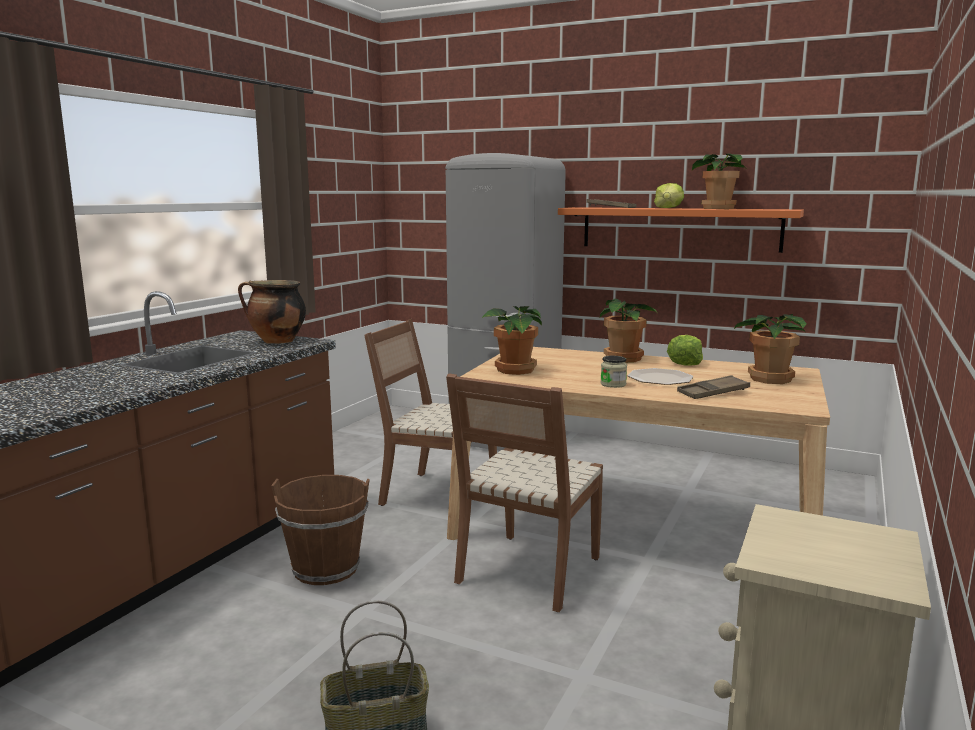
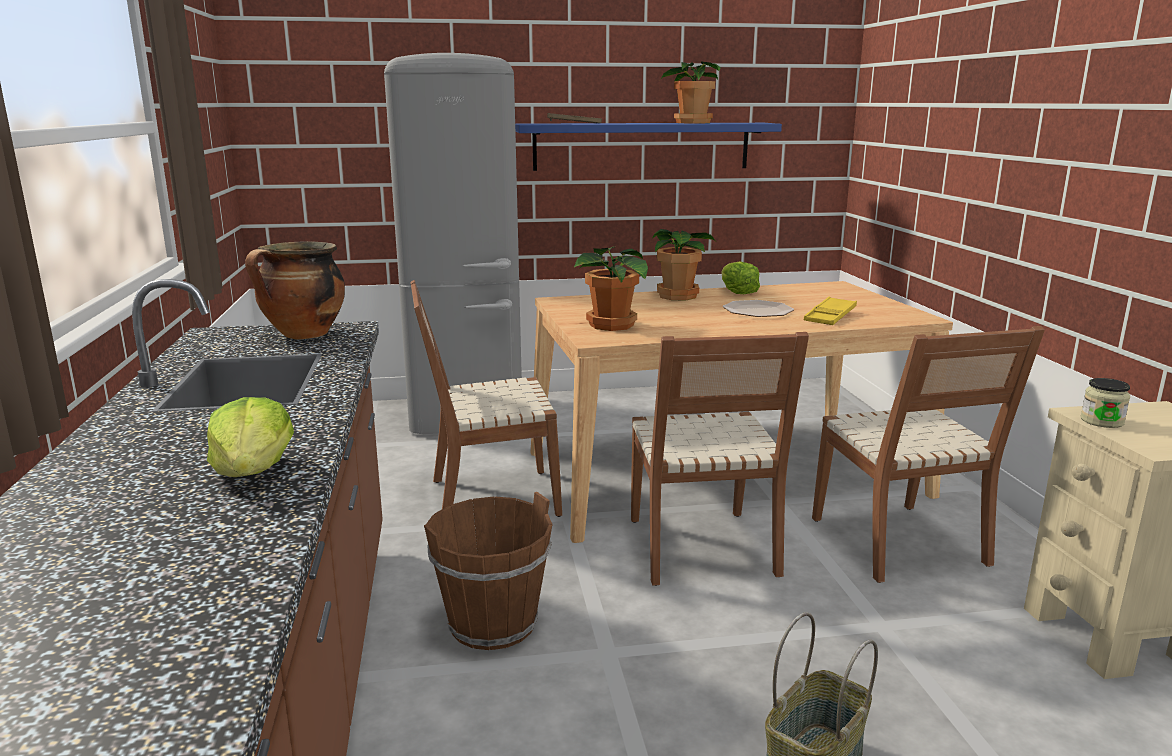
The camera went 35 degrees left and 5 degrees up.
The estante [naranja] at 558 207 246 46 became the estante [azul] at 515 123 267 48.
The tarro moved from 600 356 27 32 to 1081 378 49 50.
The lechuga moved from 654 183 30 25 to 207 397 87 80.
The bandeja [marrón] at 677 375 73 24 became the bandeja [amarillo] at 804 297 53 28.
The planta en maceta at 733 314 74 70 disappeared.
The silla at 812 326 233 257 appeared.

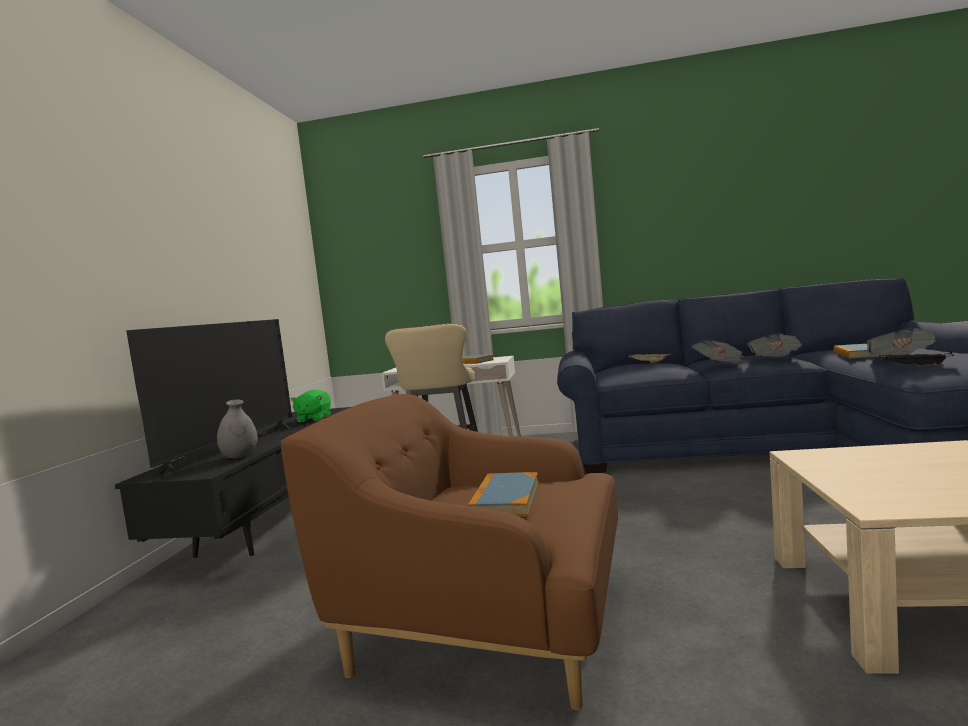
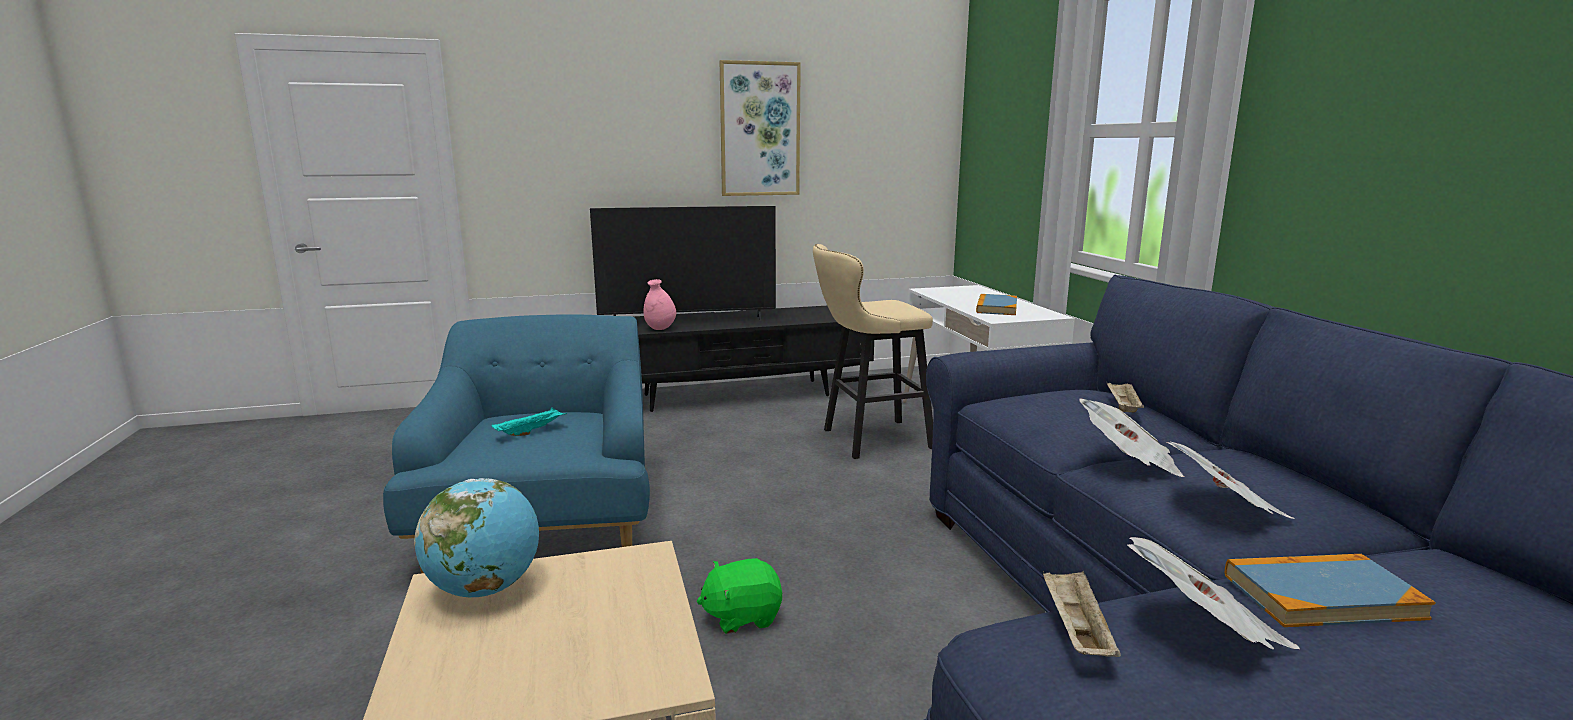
The camera went 65 degrees right and 10 degrees up.
The florero [gris] at 217 400 41 59 became the florero [rosa] at 643 279 33 51.
The sillón [marrón] at 281 394 337 316 became the sillón [azul] at 383 314 267 259.
The peluche [verde] moved from 290 390 41 32 to 697 558 85 76.
The libro at 468 472 71 44 was replaced by the bandeja [turquesa] at 491 407 76 29.
The bandeja [negro] at 879 352 75 15 became the bandeja [beis] at 1043 570 78 87.
The globo terráqueo at 414 478 125 119 appeared.
The cuadro at 720 60 81 136 appeared.

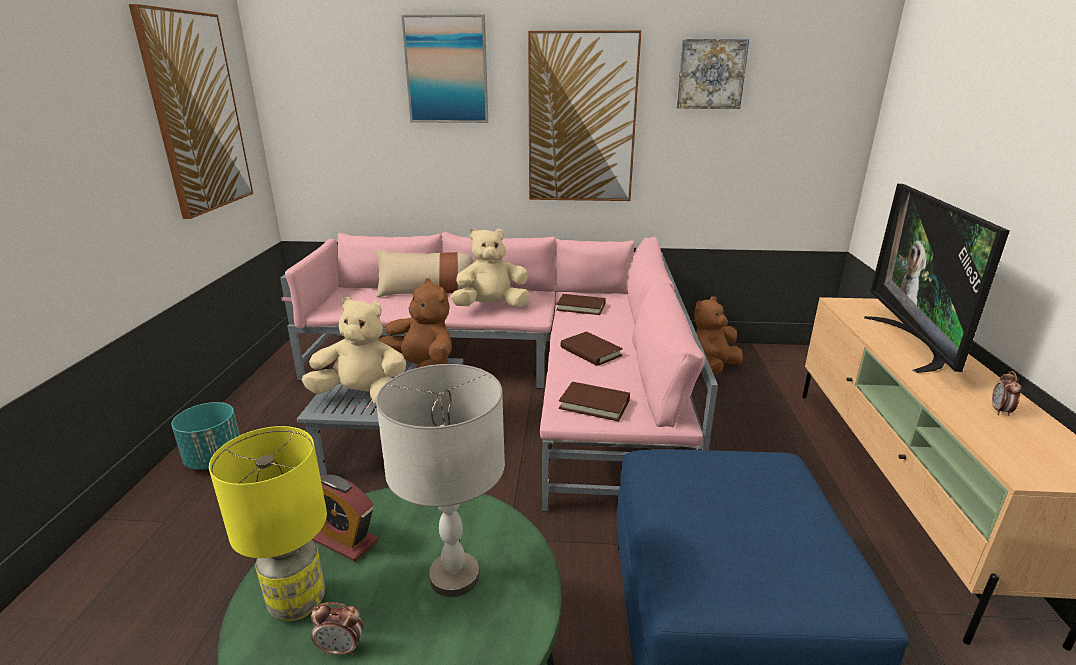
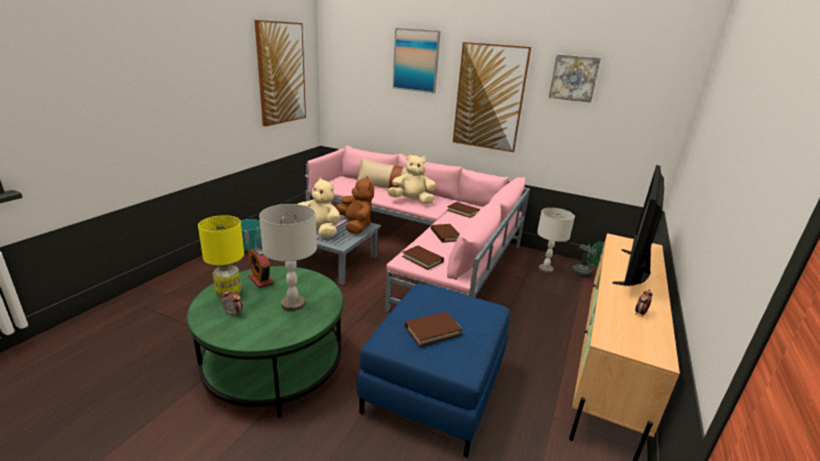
The camera went 20 degrees right and 0 degrees up.
The peluche [marrón] at 694 296 49 79 was replaced by the lámpara de mesa [gris] at 537 208 38 65.
The libro [marrón] at 405 312 58 35 appeared.
The ventilador [verde] at 572 242 32 35 appeared.

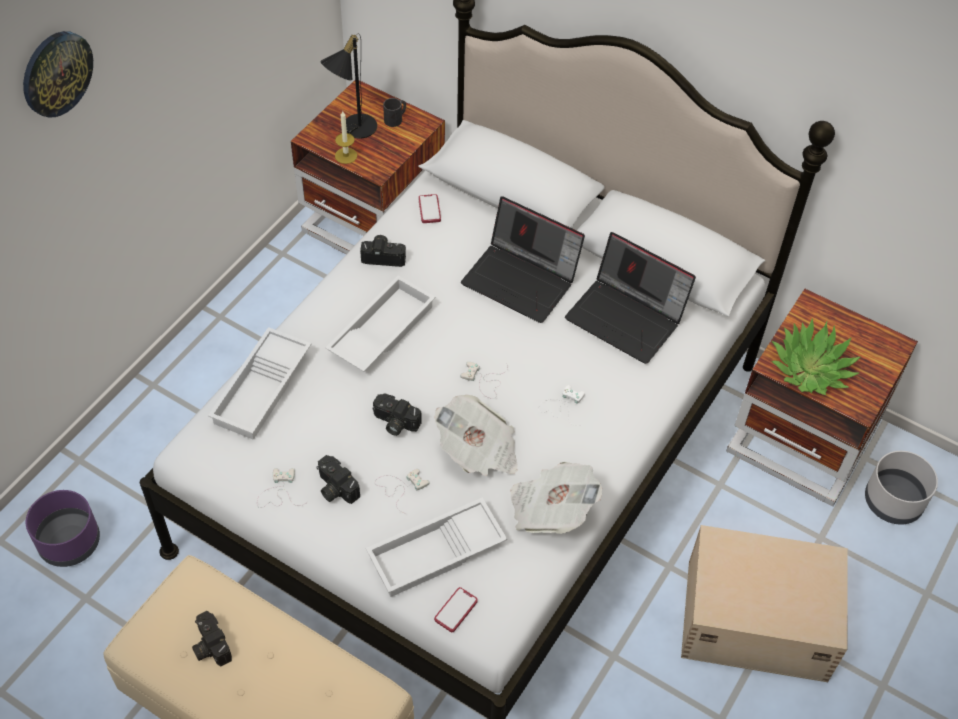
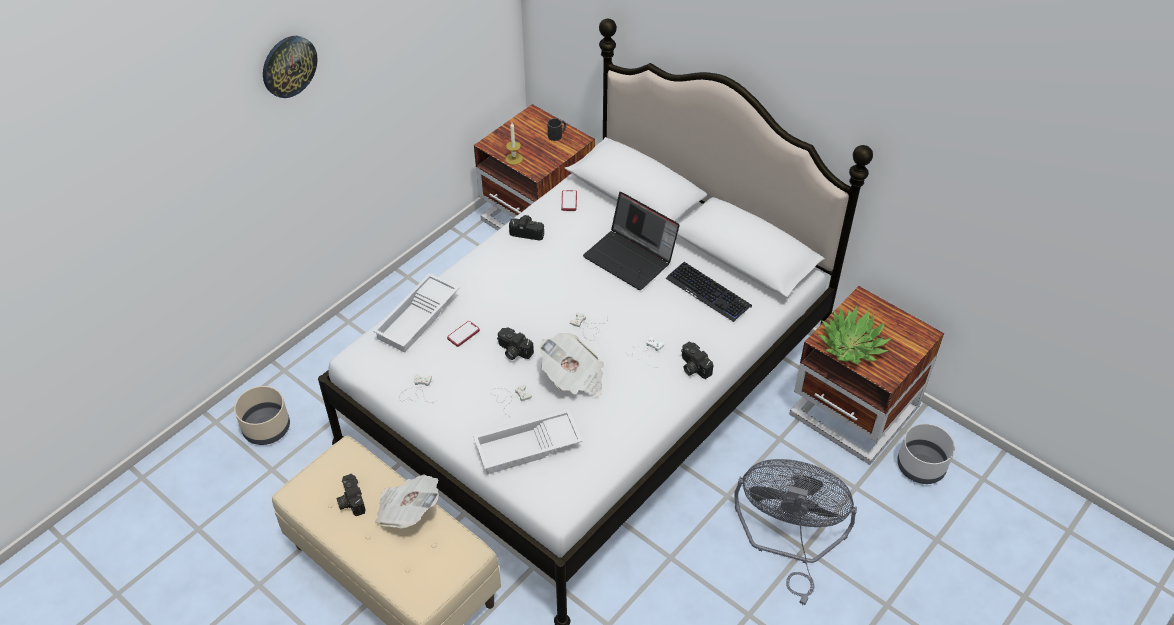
The camera went 10 degrees right and 5 degrees down.
The maceta [morado] at 26 490 74 77 became the maceta [beis] at 234 386 56 59.
The cámara moved from 316 455 44 49 to 681 342 32 37.
The lámpara de mesa [negro] at 321 33 56 106 disappeared.
The bandeja [blanco] at 326 276 110 96 disappeared.
The móvil moved from 434 587 44 45 to 447 321 33 26.
The periódico moved from 510 461 92 73 to 375 474 64 55.
The portátil at 565 232 131 132 was replaced by the teclado at 665 262 87 60.
The caja de almacenaje [beis] at 681 525 167 157 was replaced by the ventilador [gris] at 734 459 123 146.

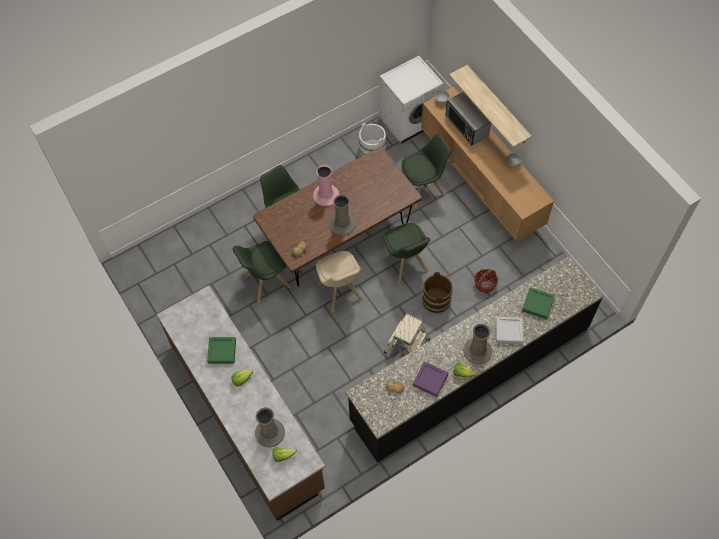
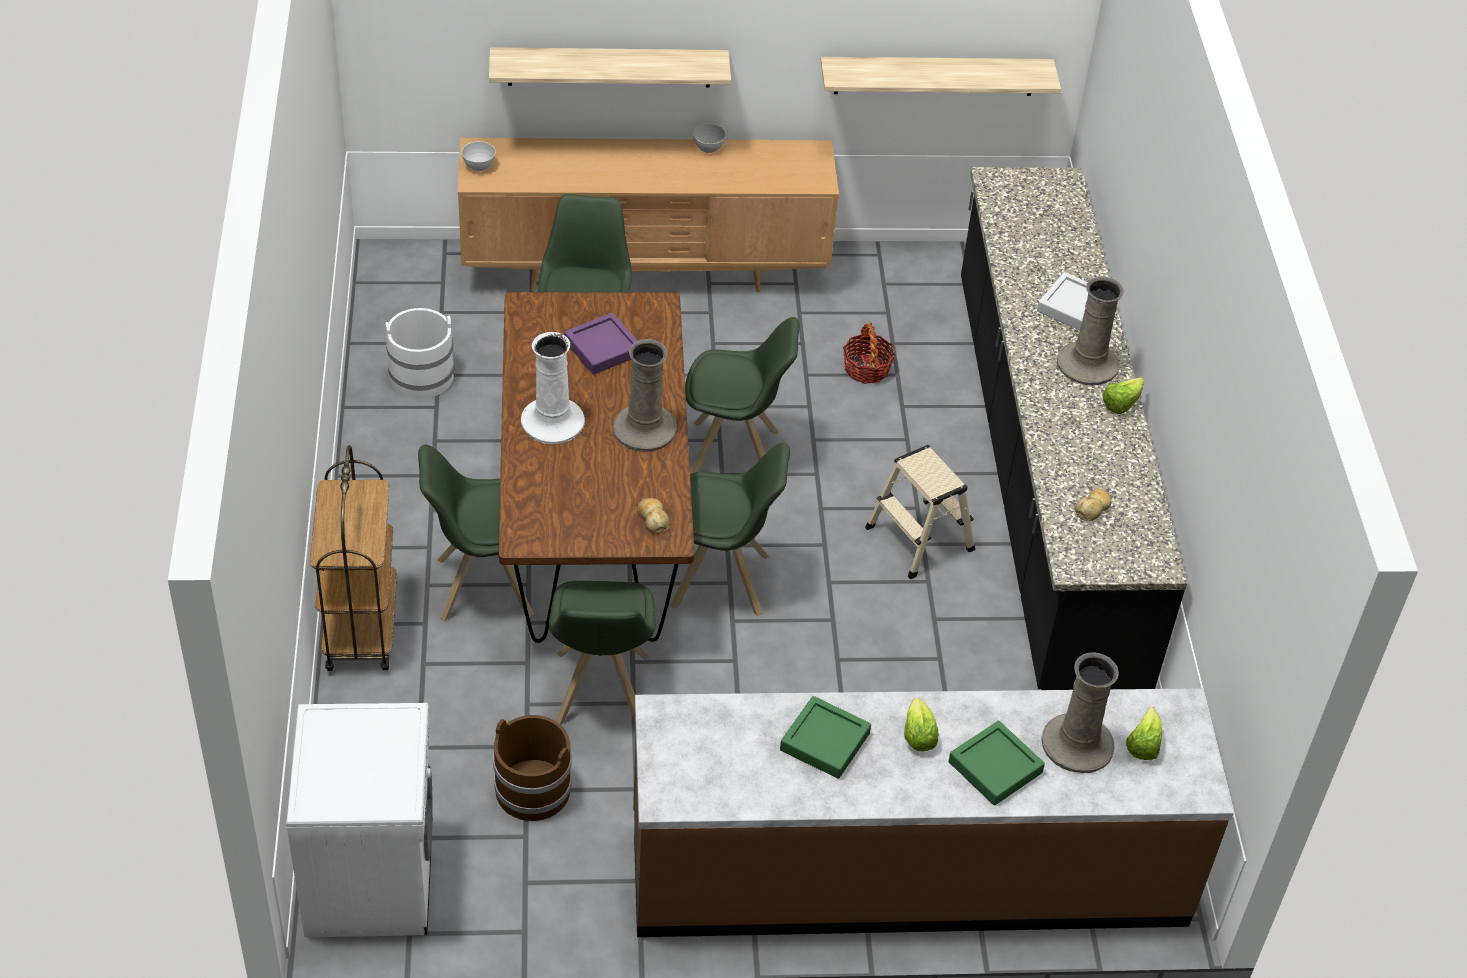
The camera went 65 degrees left and 15 degrees down.
The florero [rosa] at 313 165 26 42 became the florero [blanco] at 521 332 64 112.
The silla [beis] at 316 251 47 61 became the silla [verde] at 670 442 120 174.
The lavadora [blanco] moved from 379 56 65 88 to 286 703 147 234.
The bandeja [morado] moved from 413 362 35 35 to 564 313 74 62.
The cubo [marrón] moved from 422 272 30 41 to 493 715 79 106.
The microondas at 445 92 46 54 disappeared.
The bandeja [verde] moved from 522 287 33 32 to 948 720 97 86.
The carrito [marrón] at 310 445 87 226 appeared.
The estante at 820 57 241 39 appeared.

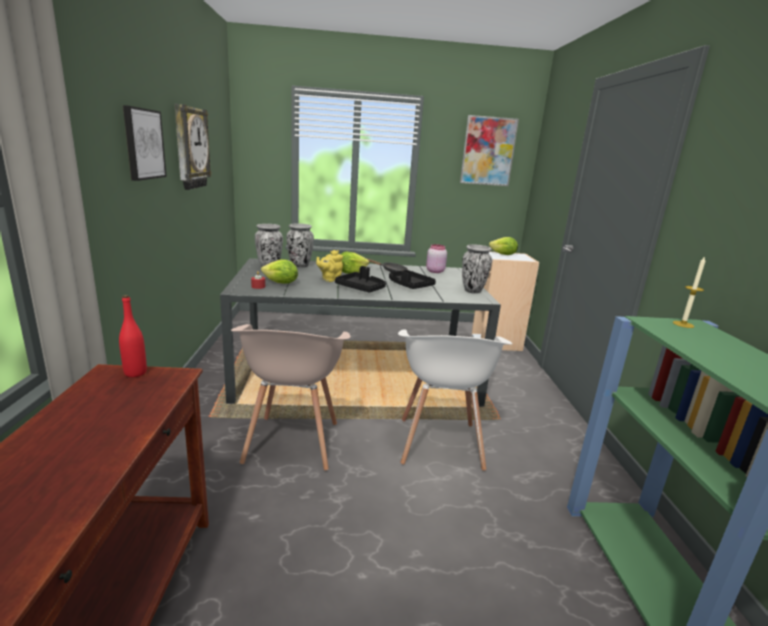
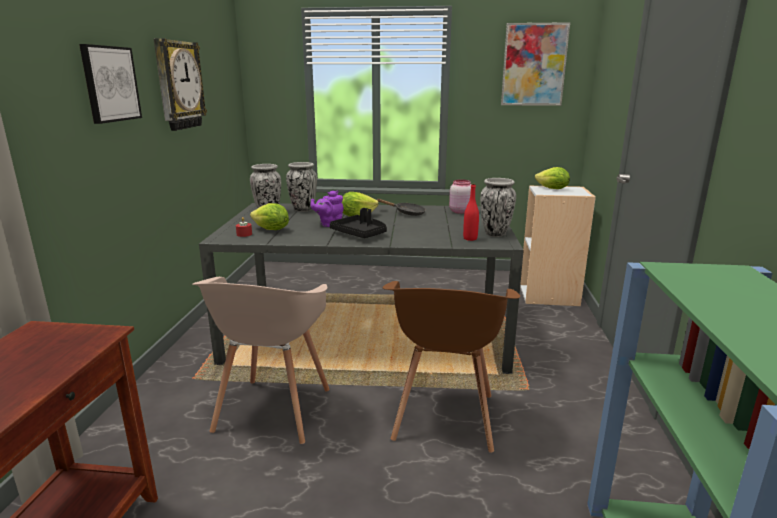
The camera went 10 degrees right and 0 degrees up.
The botella [rojo] moved from 119 295 28 82 to 463 183 16 58.
The tetera [amarillo] at 316 250 27 32 became the tetera [morado] at 310 190 33 37.
The bandeja [negro] at 389 270 47 19 disappeared.
The silla [blanco] at 398 329 114 142 became the silla [marrón] at 383 281 137 172.
The vela at 673 256 33 72 disappeared.

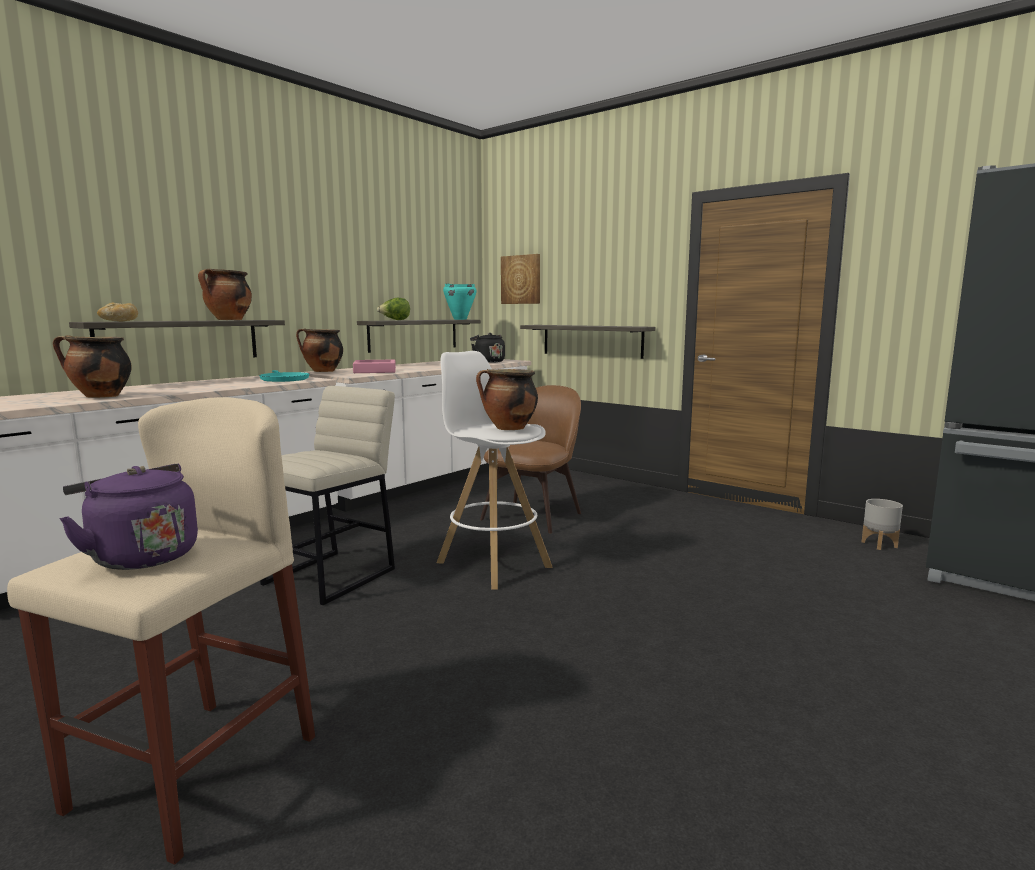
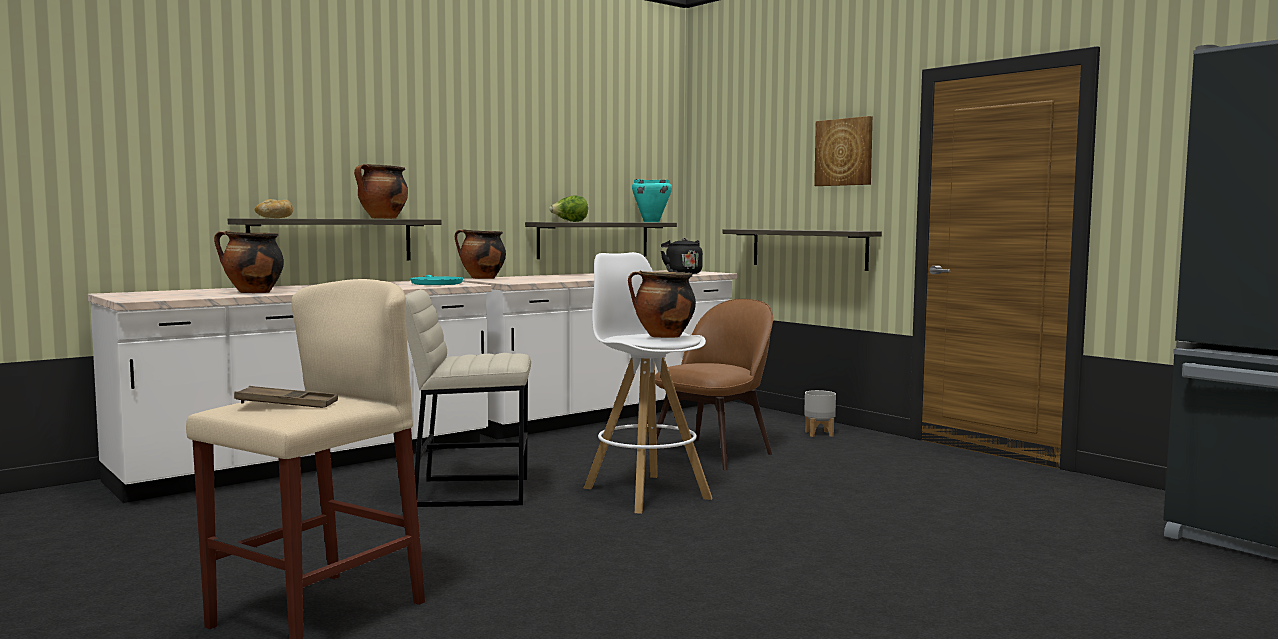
The camera went 10 degrees right and 5 degrees down.
The hervidor [morado] at 59 463 139 107 was replaced by the bandeja [marrón] at 234 386 104 22.
The silla [beis] at 260 386 135 219 turned 135 degrees counterclockwise.
The bandeja [rosa] at 353 360 43 13 disappeared.
The cuadro moved from 501 254 39 50 to 814 116 59 70.
The maceta [gris] moved from 862 499 41 51 to 804 390 32 47.

